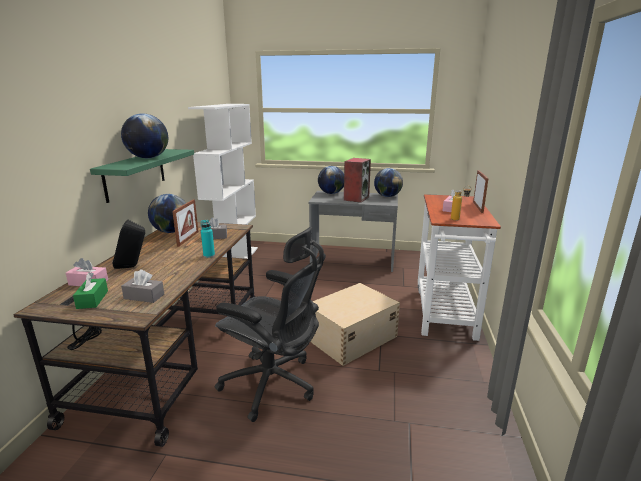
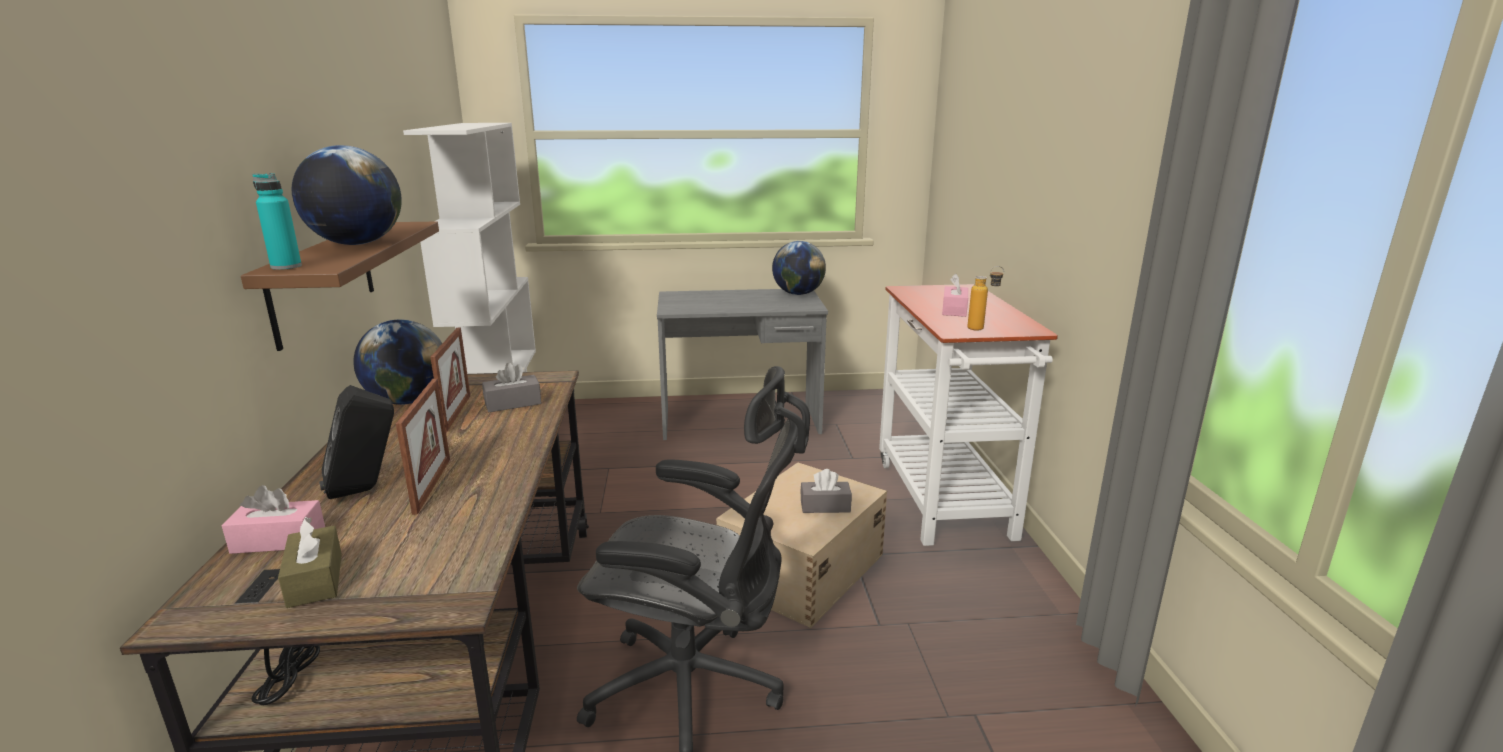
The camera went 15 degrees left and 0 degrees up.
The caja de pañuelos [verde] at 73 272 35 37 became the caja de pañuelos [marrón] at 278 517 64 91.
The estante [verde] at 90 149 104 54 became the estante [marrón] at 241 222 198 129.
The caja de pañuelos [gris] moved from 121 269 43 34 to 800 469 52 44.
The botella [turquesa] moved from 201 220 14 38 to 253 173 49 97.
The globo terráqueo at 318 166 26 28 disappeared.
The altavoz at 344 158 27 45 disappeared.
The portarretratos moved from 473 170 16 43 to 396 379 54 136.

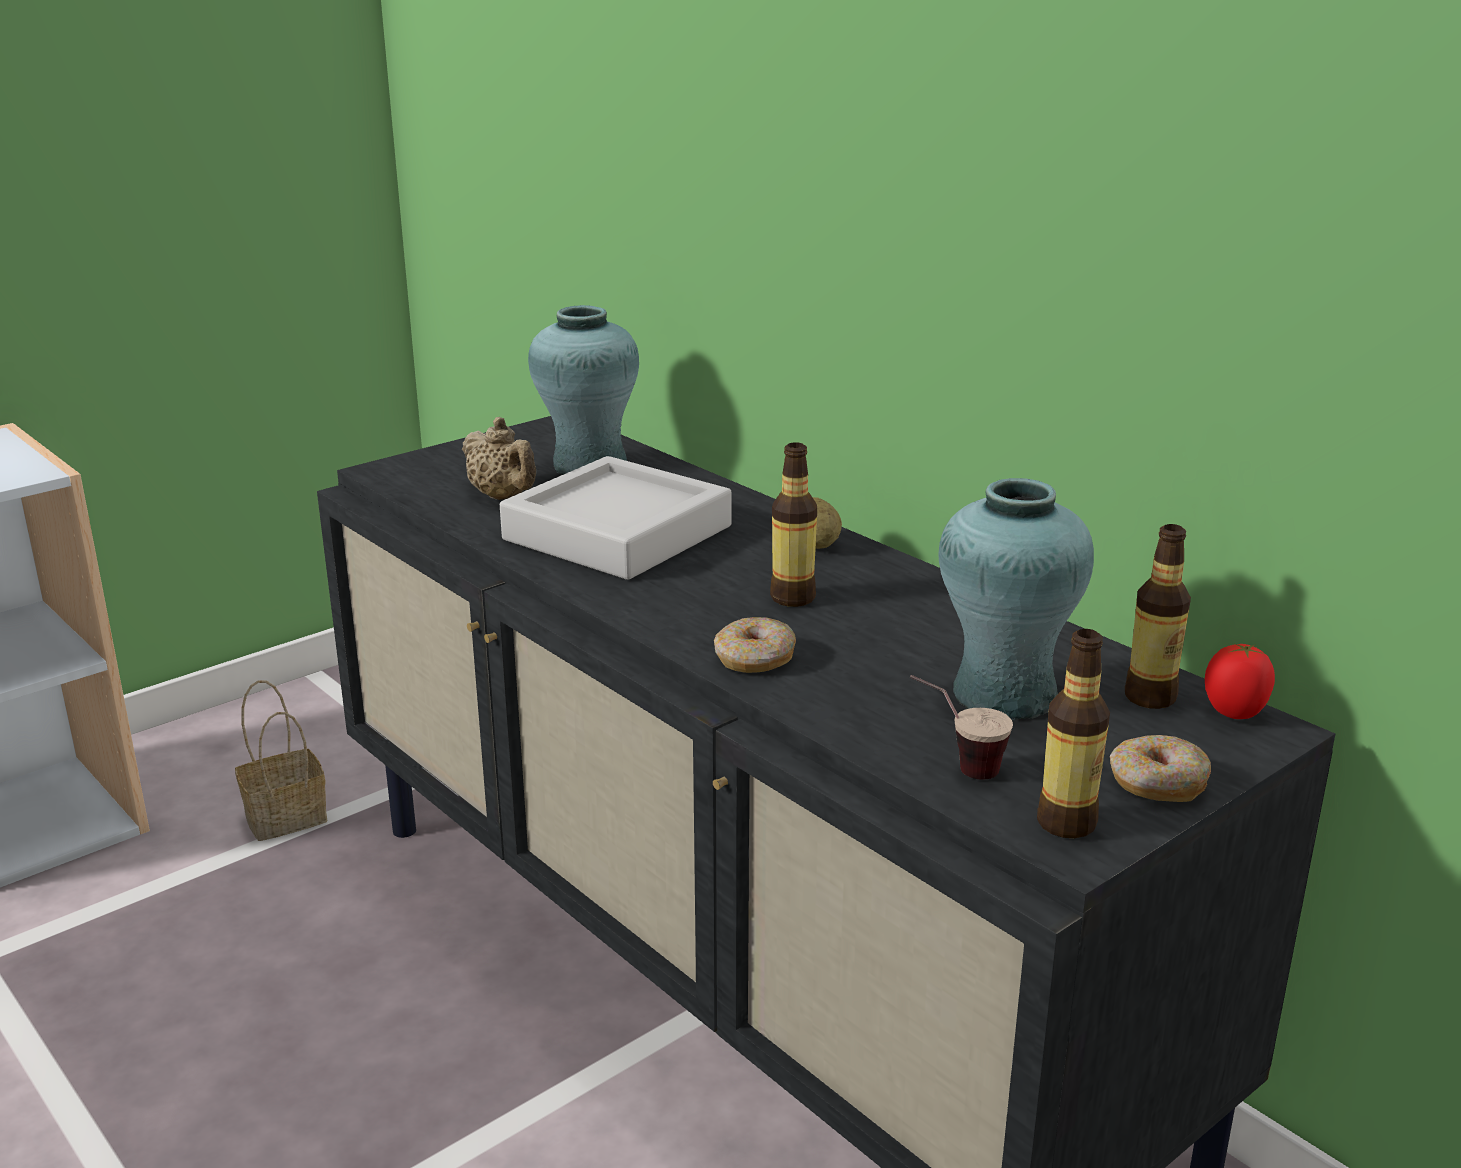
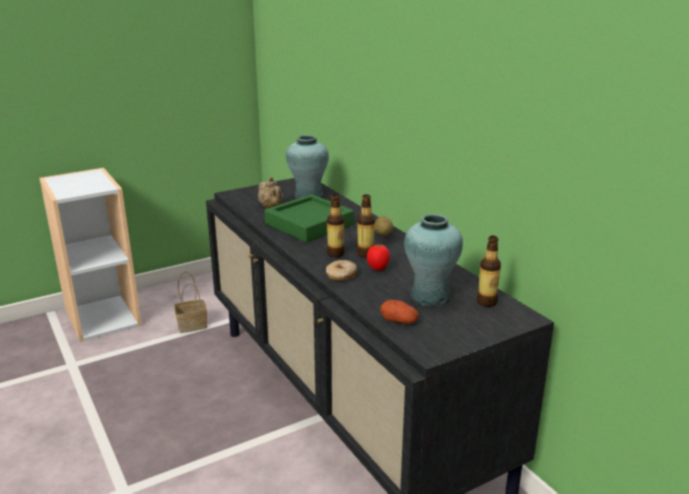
The camera went 10 degrees right and 0 degrees up.
The bandeja [gris] at 500 456 232 124 became the bandeja [verde] at 264 194 90 48.
The taza at 910 675 103 105 was replaced by the patata at 380 300 39 24.
The botella moved from 1037 629 73 209 to 327 194 18 63.
The rosquilla at 1110 735 101 67 disappeared.
The tomate moved from 1205 643 70 76 to 367 245 23 26.

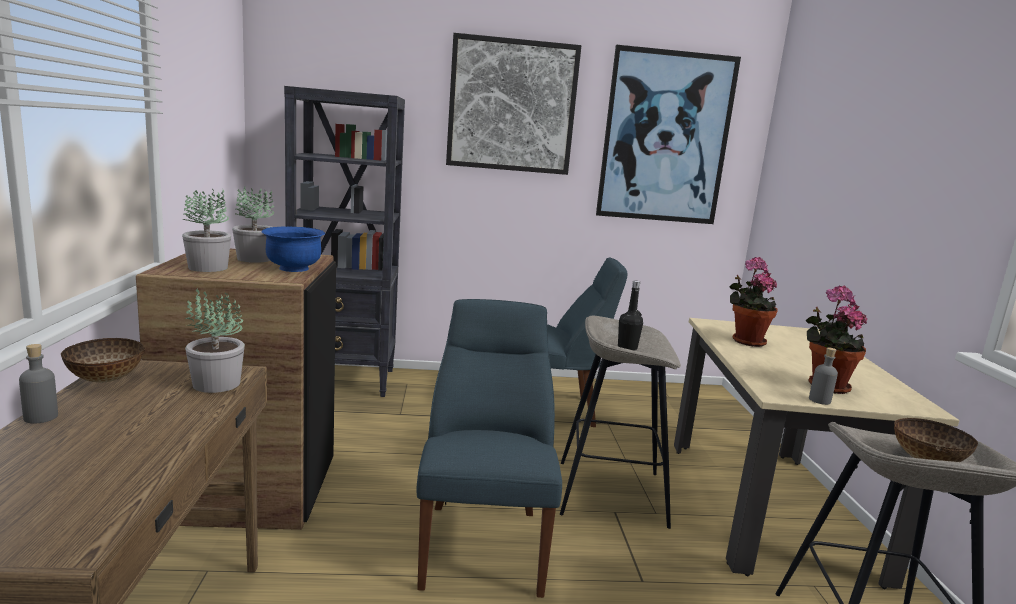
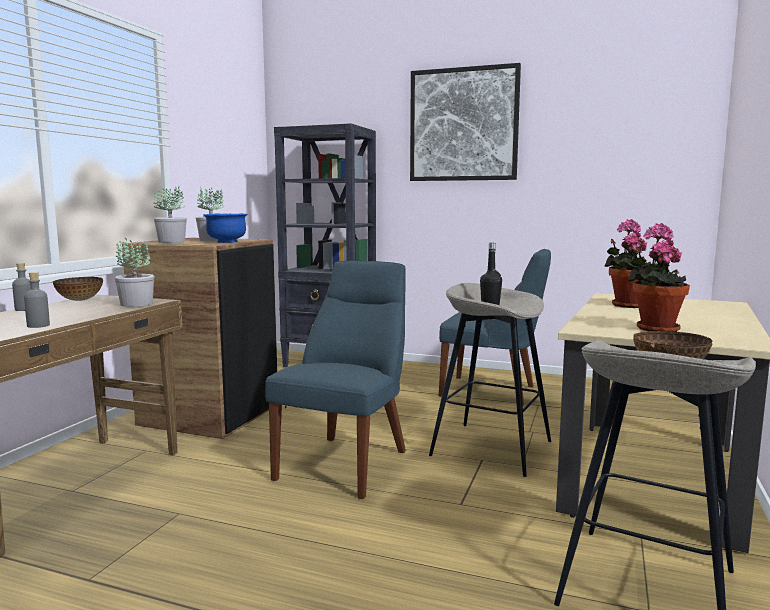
The camera went 25 degrees right and 5 degrees down.
The cuadro at 596 45 145 179 disappeared.
The botella [gris] moved from 809 347 29 58 to 24 272 26 56.

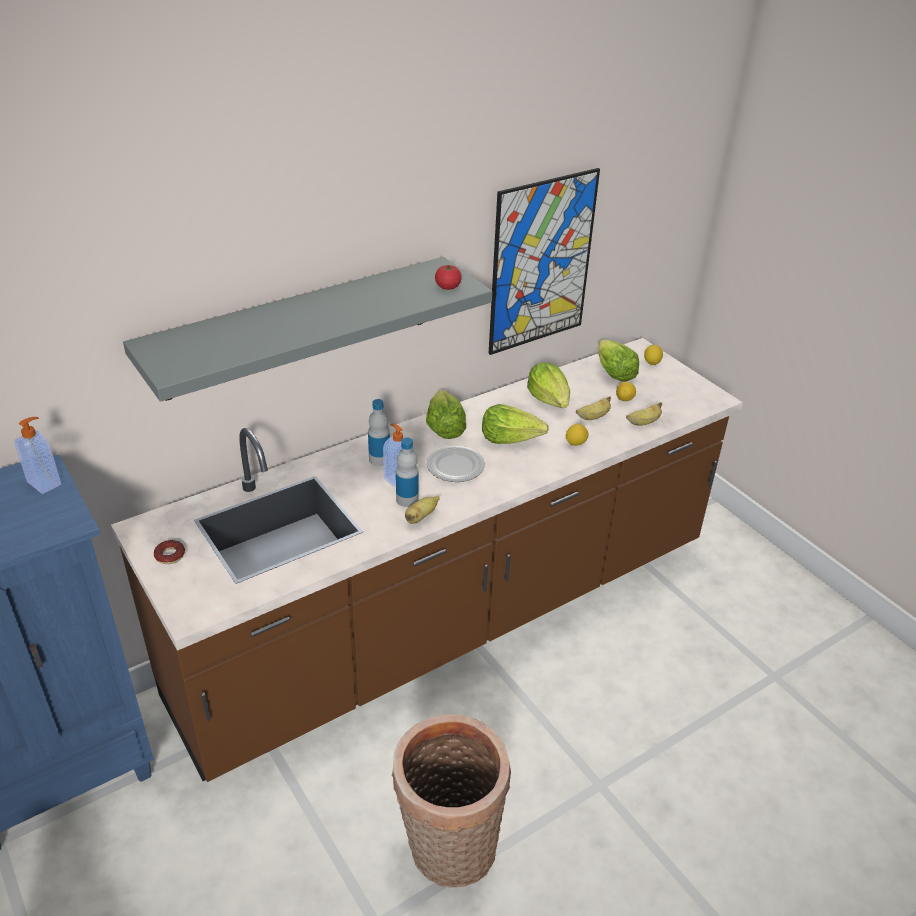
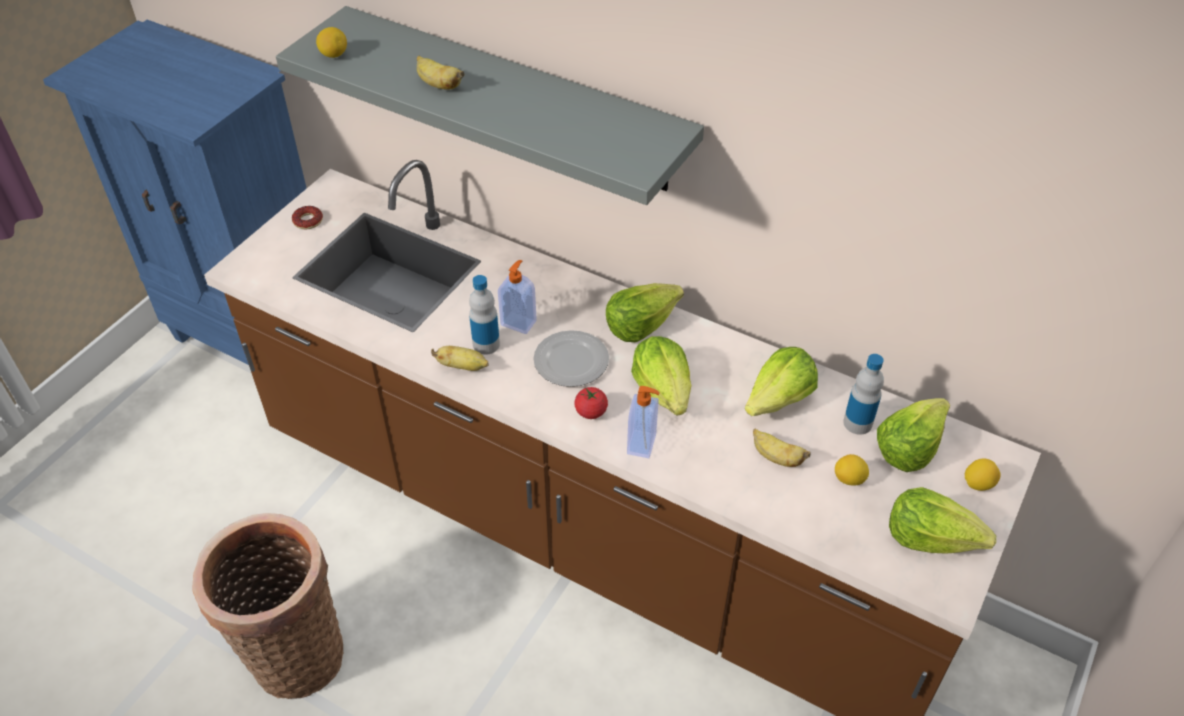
The camera went 65 degrees right and 10 degrees up.
The dispensador de jabón moved from 14 417 47 77 to 627 386 33 72.
The botella moved from 368 399 22 67 to 843 354 41 81.
The tomate moved from 435 264 27 26 to 574 387 34 32.
The cuadro at 488 168 112 187 disappeared.
The limón moved from 566 424 23 22 to 316 27 31 31.
The plátano moved from 626 402 36 24 to 417 56 47 34.
The lechuga at 889 487 107 67 appeared.

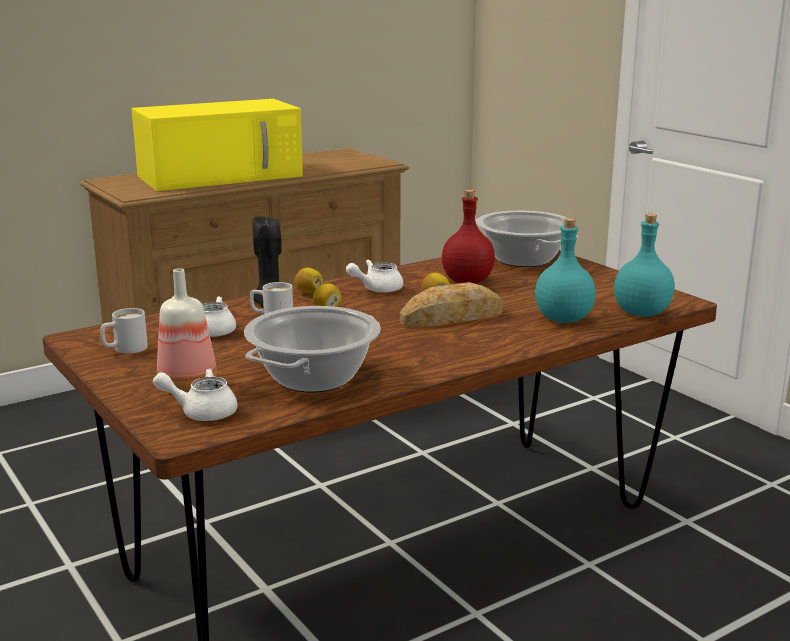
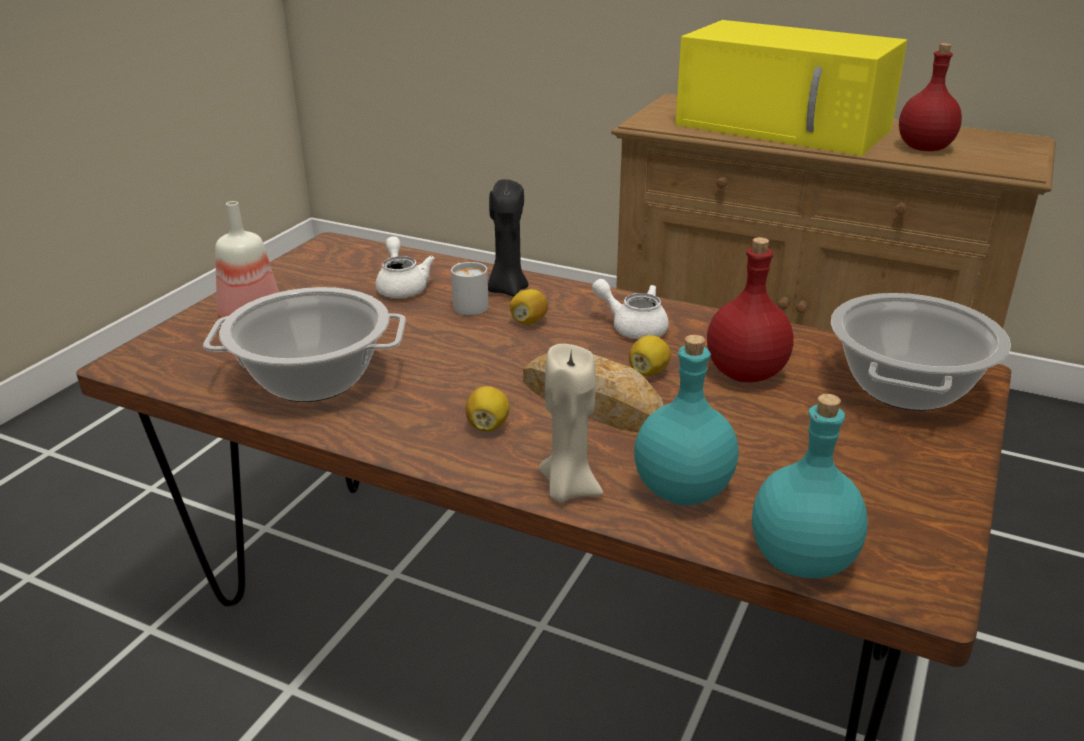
The camera went 60 degrees right and 10 degrees up.
The taza grande [blanco] at 100 308 48 46 disappeared.
The tetera [blanco] at 153 369 85 52 disappeared.
The limón moved from 294 268 30 25 to 465 386 45 46.
The vela [beis] at 539 344 64 158 appeared.
The botella [rojo] at 899 43 63 108 appeared.

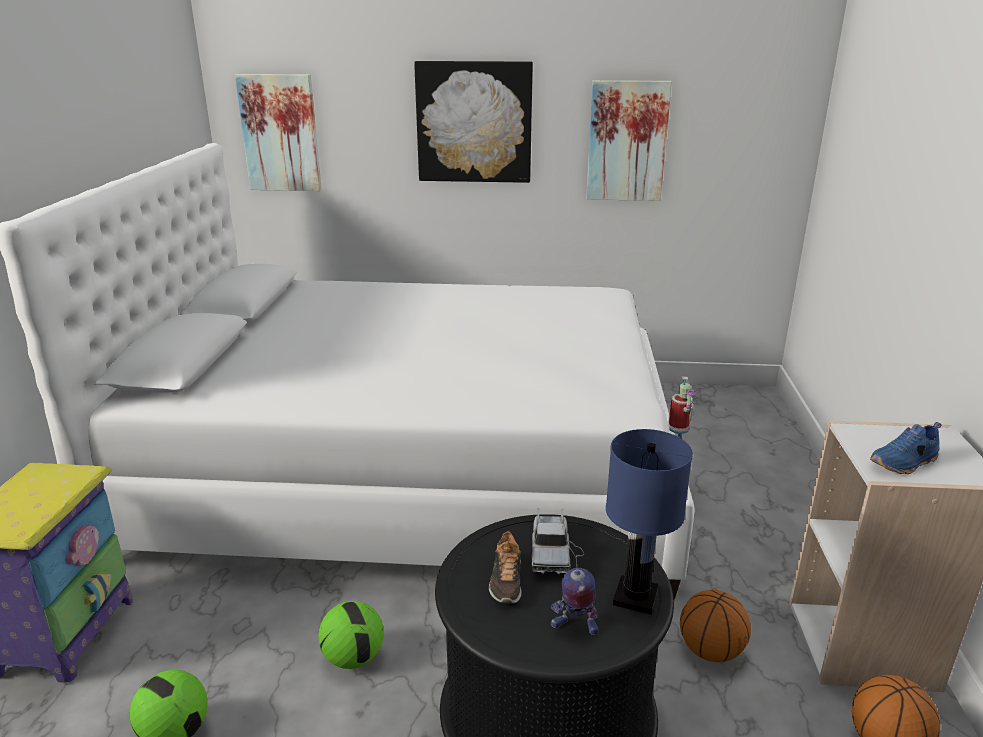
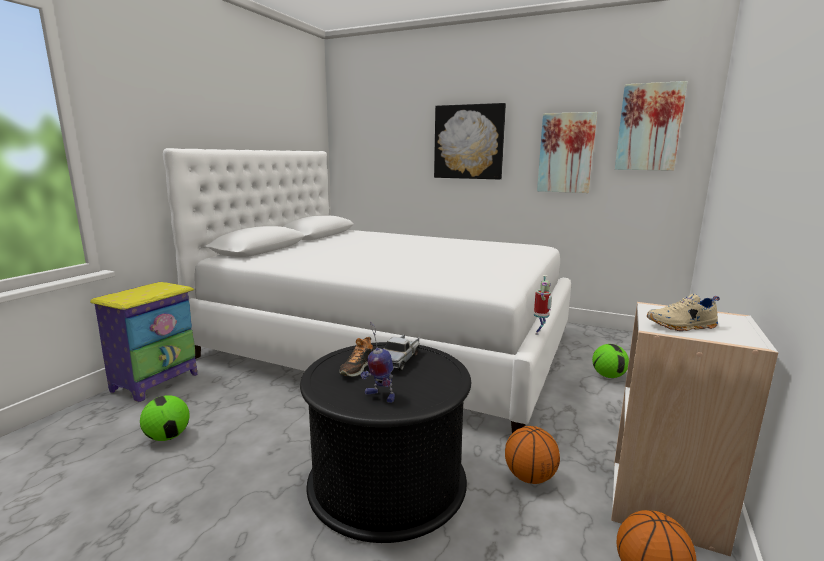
The camera went 20 degrees right and 10 degrees down.
The cuadro moved from 235 74 87 117 to 615 81 73 90.
The balón de fútbol moved from 318 601 66 68 to 592 344 37 34.
The lámpara de mesa [azul] at 606 429 87 186 disappeared.
The zapato [azul] at 870 422 71 52 became the zapato [beis] at 647 294 73 37.

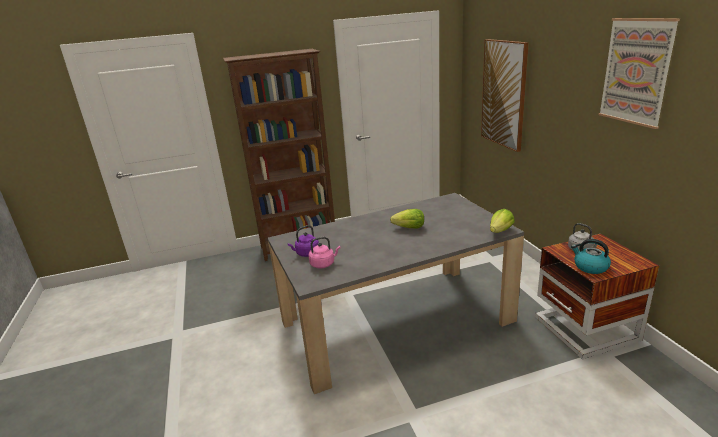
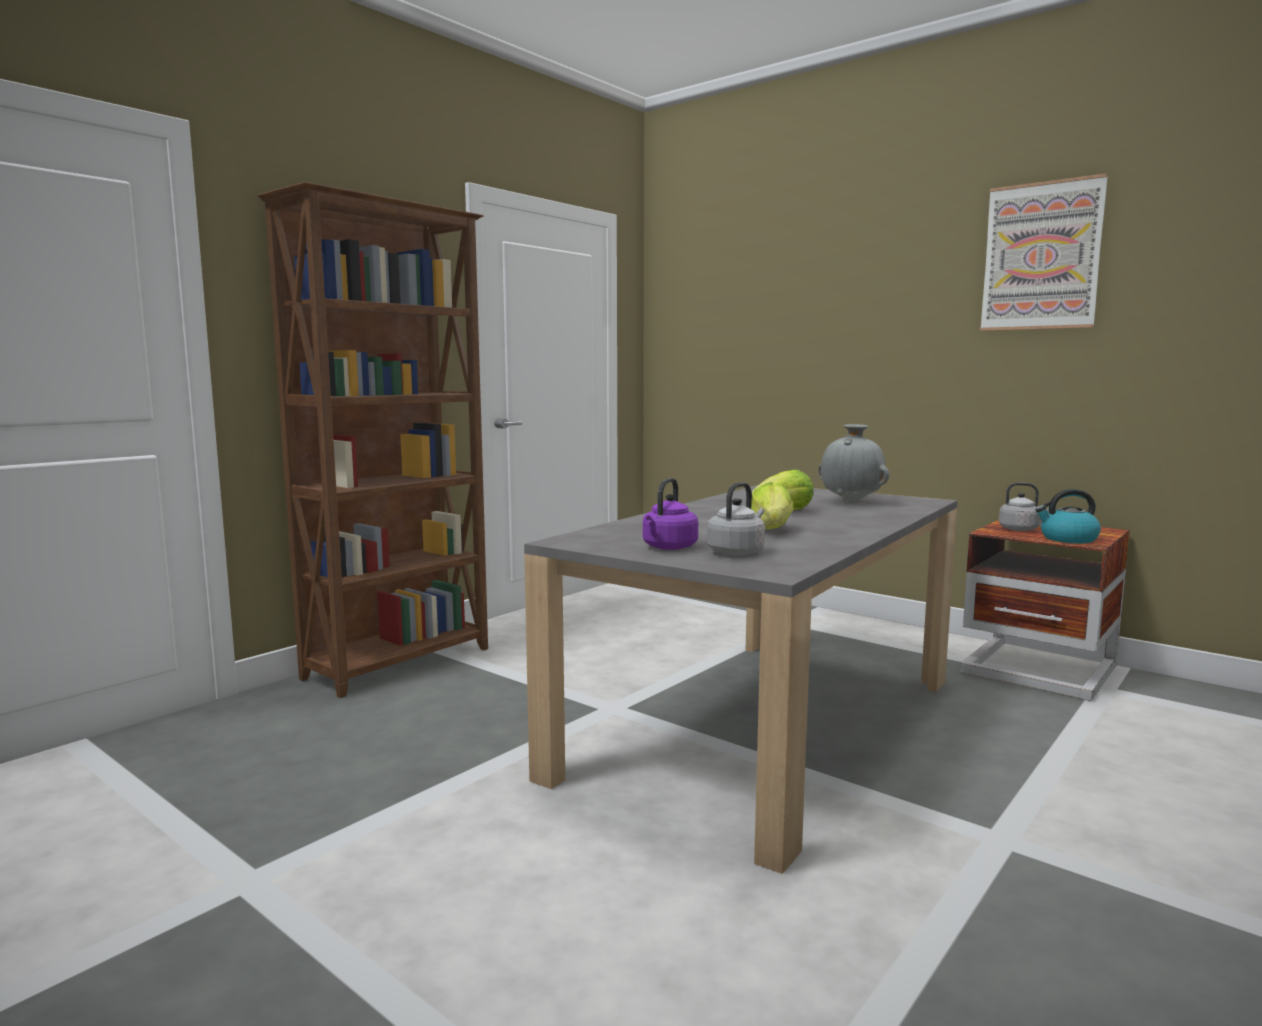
The camera went 35 degrees left and 15 degrees down.
The hervidor [rosa] at 308 237 33 31 became the hervidor [gris] at 707 482 58 74.
The cuadro at 481 39 48 113 disappeared.
The lechuga moved from 490 209 25 24 to 751 482 43 47.
The florero [gris] at 818 424 72 79 appeared.

